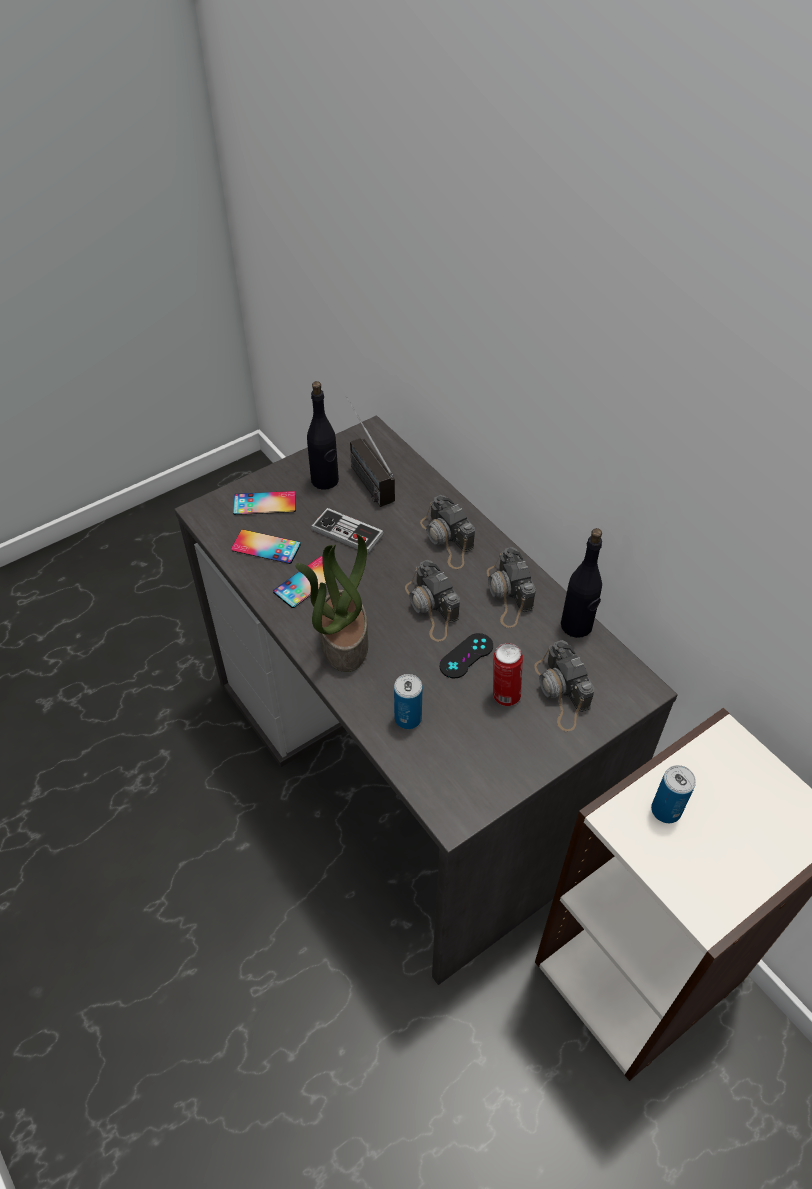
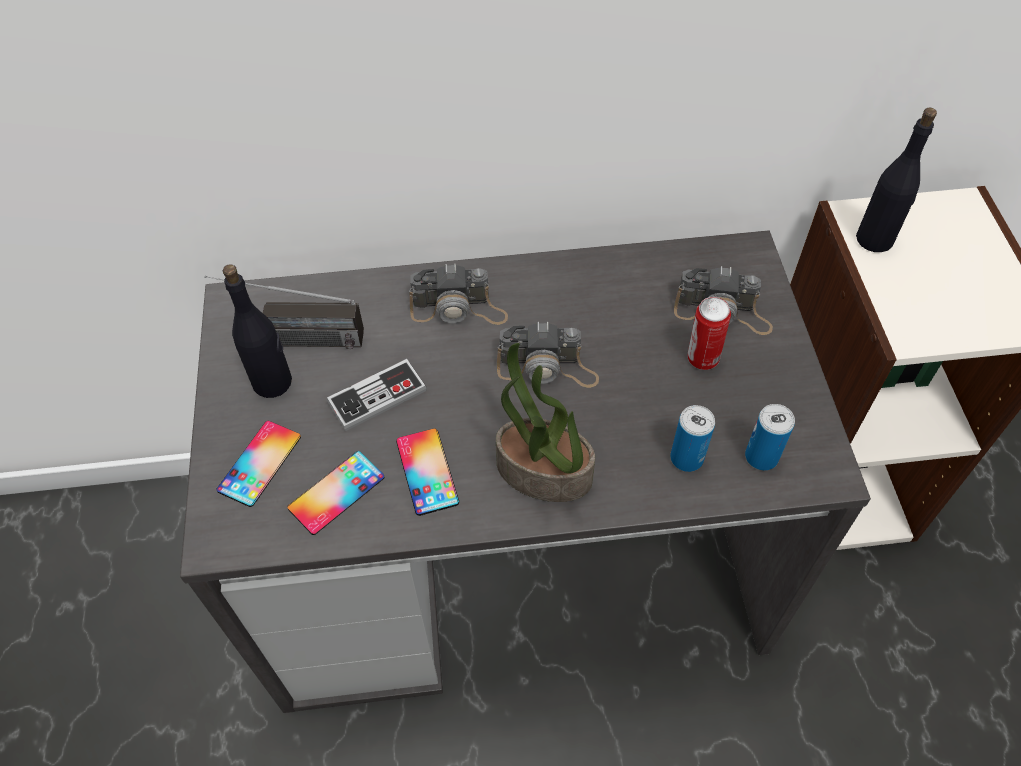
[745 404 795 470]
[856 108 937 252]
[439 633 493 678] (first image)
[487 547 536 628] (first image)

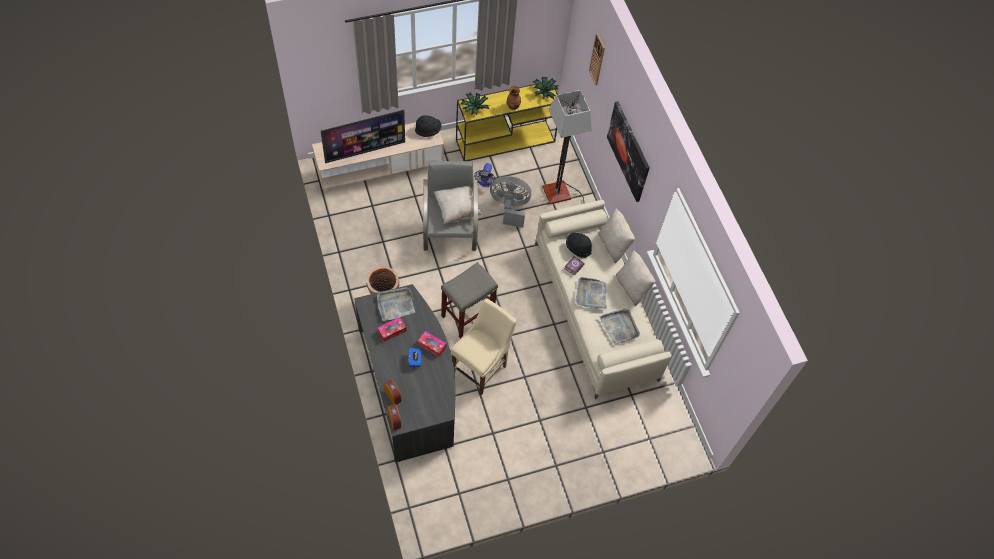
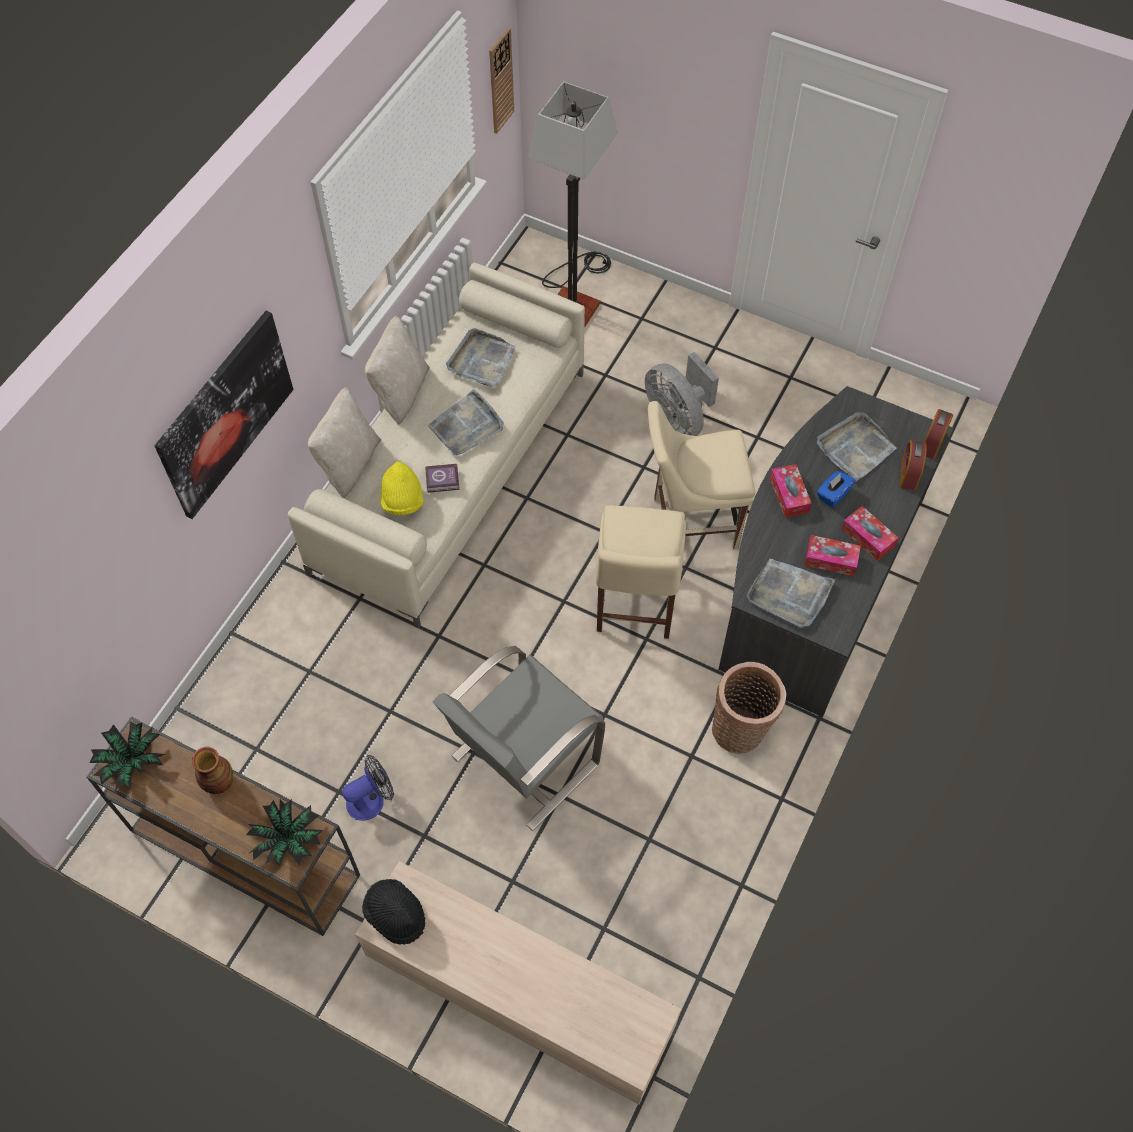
[87 717 360 936]
[380 461 424 515]
[489 28 514 134]
[528 81 618 328]
[596 505 686 639]
[645 352 719 436]
[817 412 897 481]
[841 506 898 561]
[321 110 405 163] (first image)
[434 186 482 224] (first image)

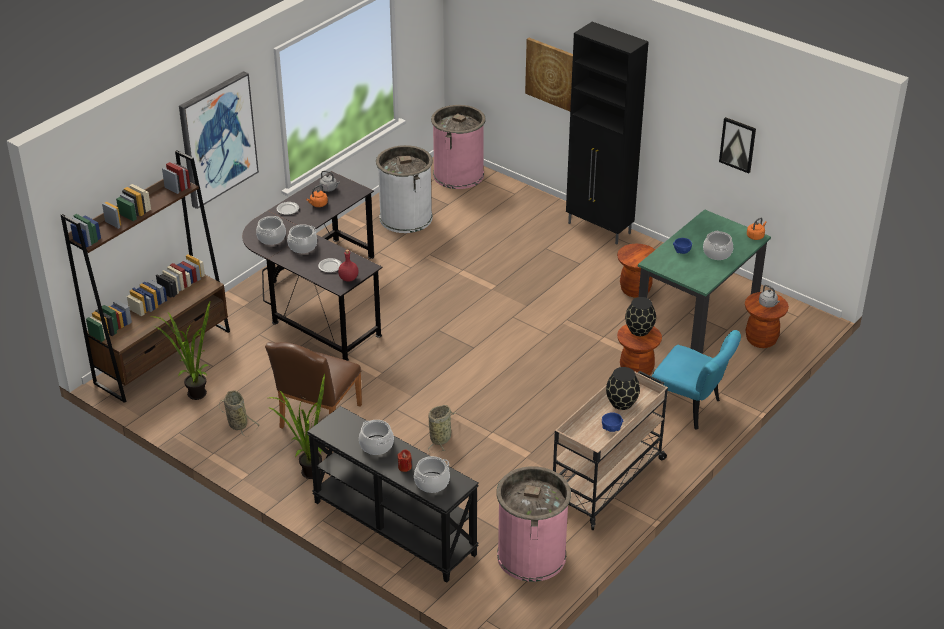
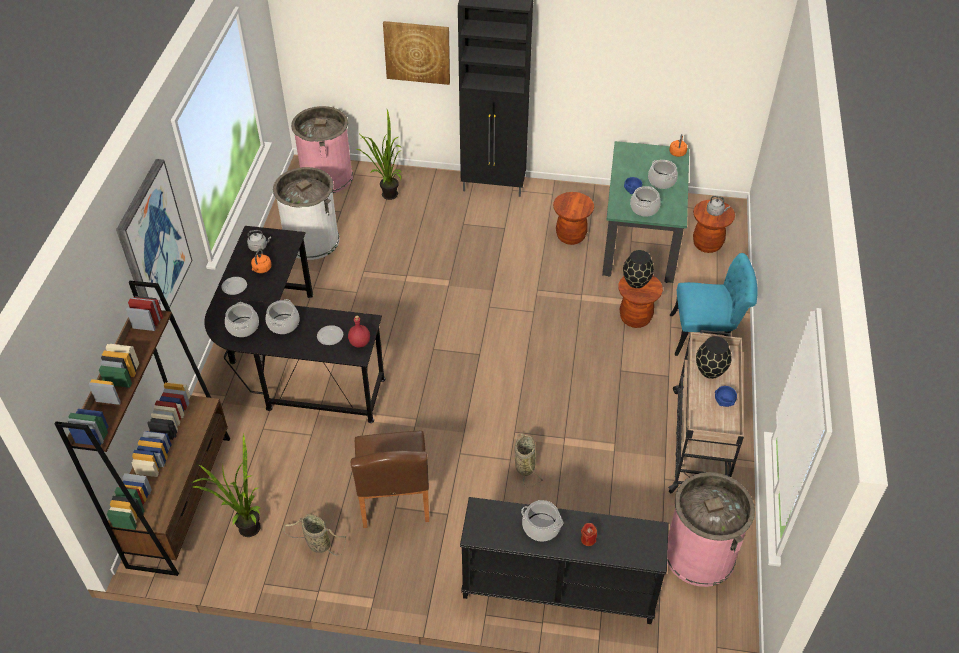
[357 109 402 200]
[630 186 661 217]
[719 117 756 173] (first image)

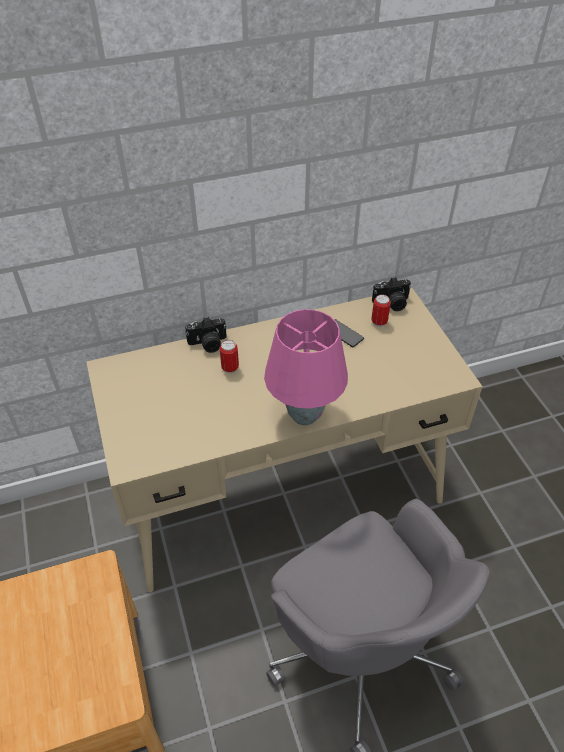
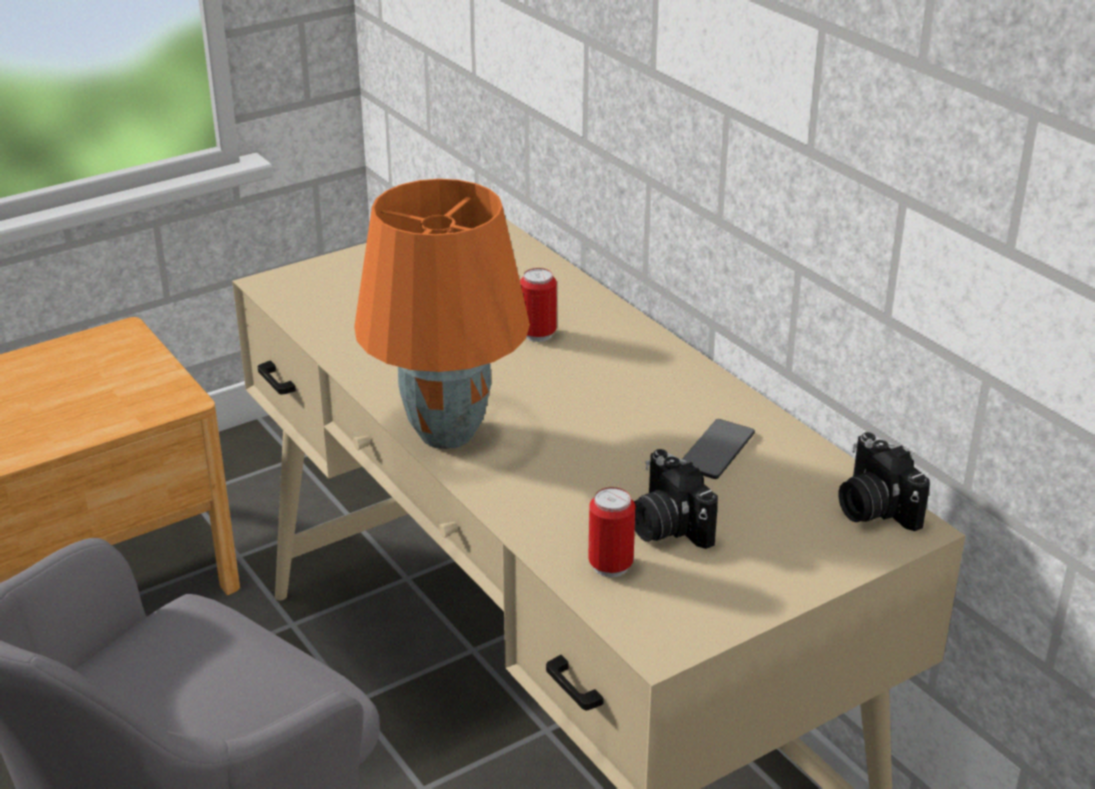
[354 179 530 449]
[588 487 635 578]
[634 449 718 549]

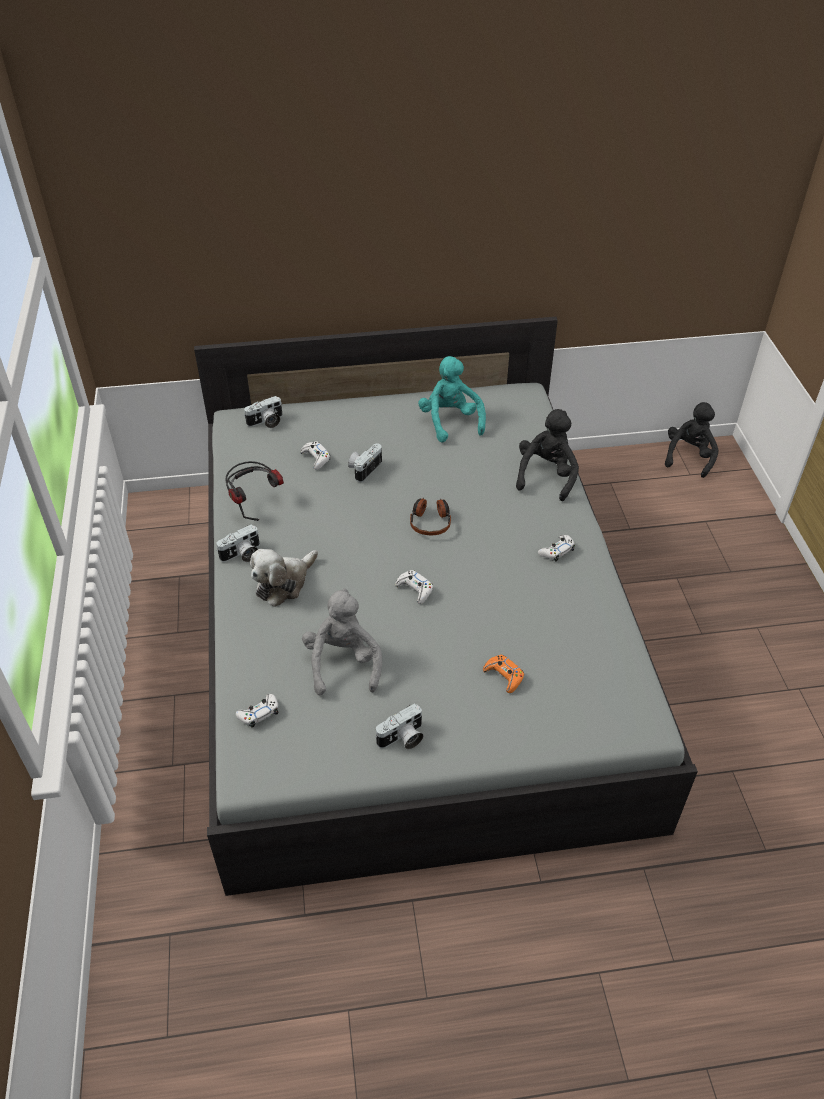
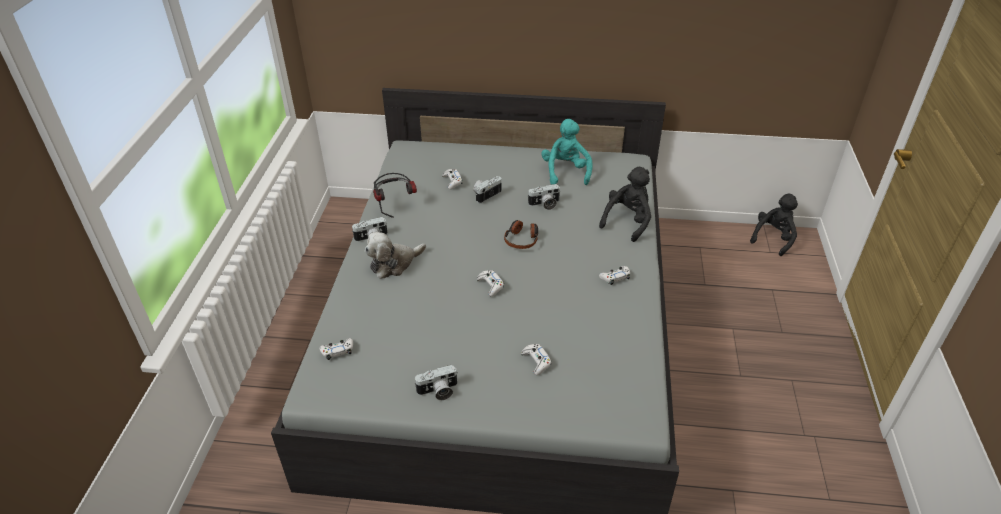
[521 344 552 375]
[527 184 561 210]
[302 588 382 696] (first image)

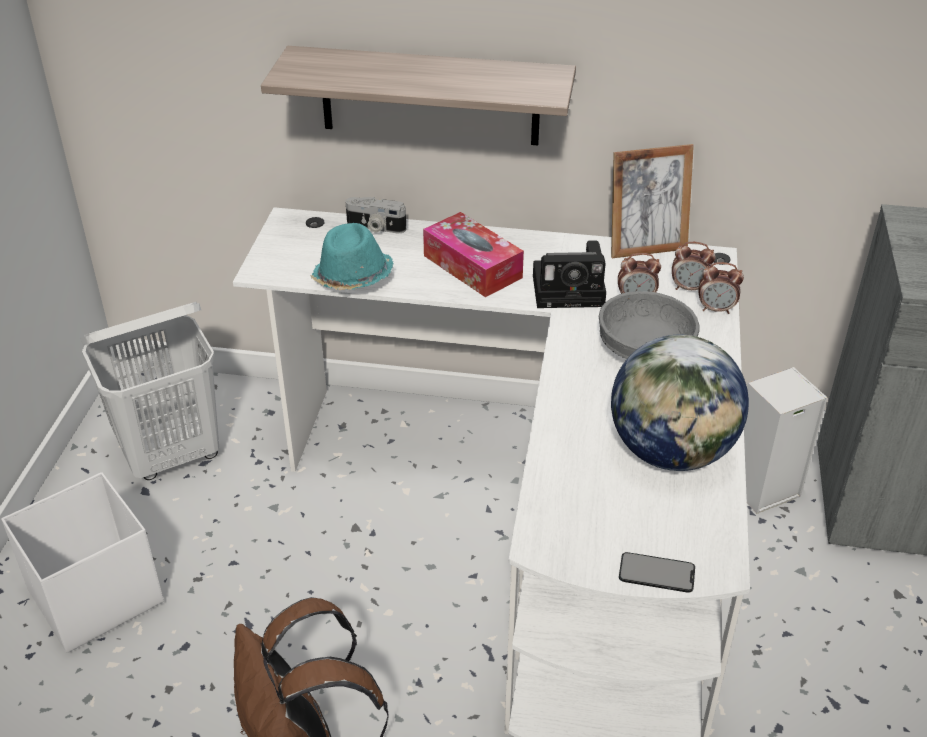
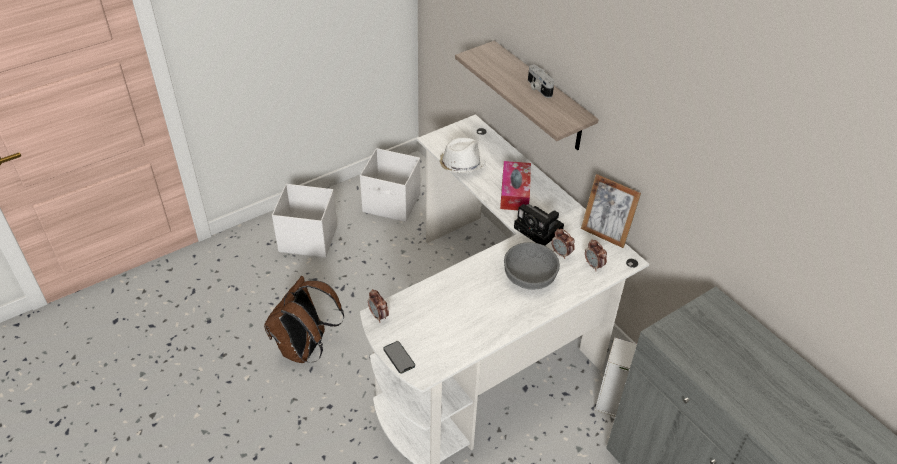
[360 148 420 222]
[368 289 389 322]
[439 137 486 173]
[528 65 554 98]
[611 334 749 471] (first image)

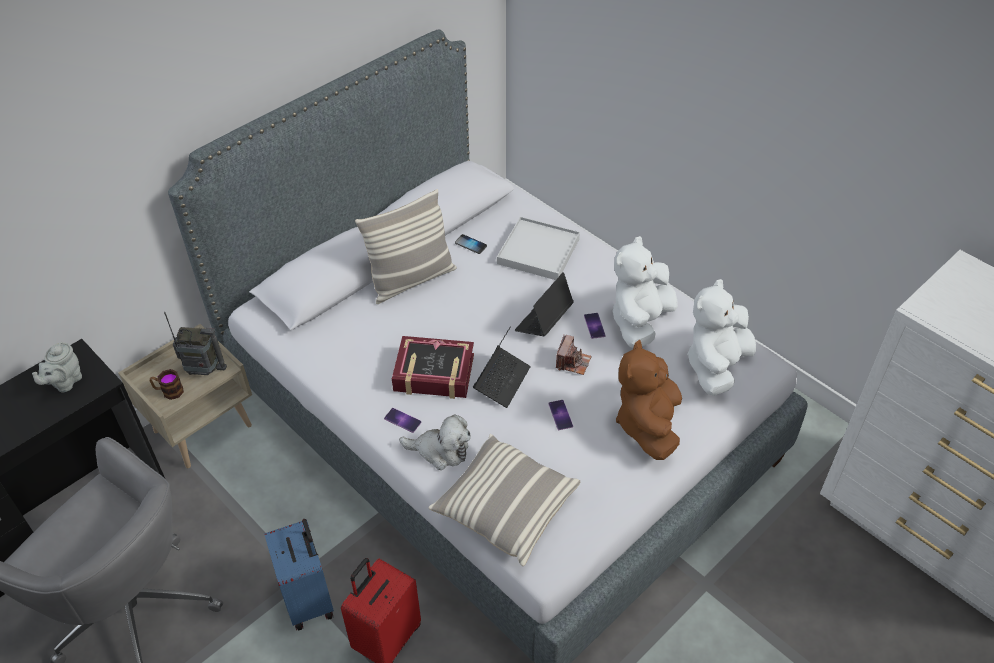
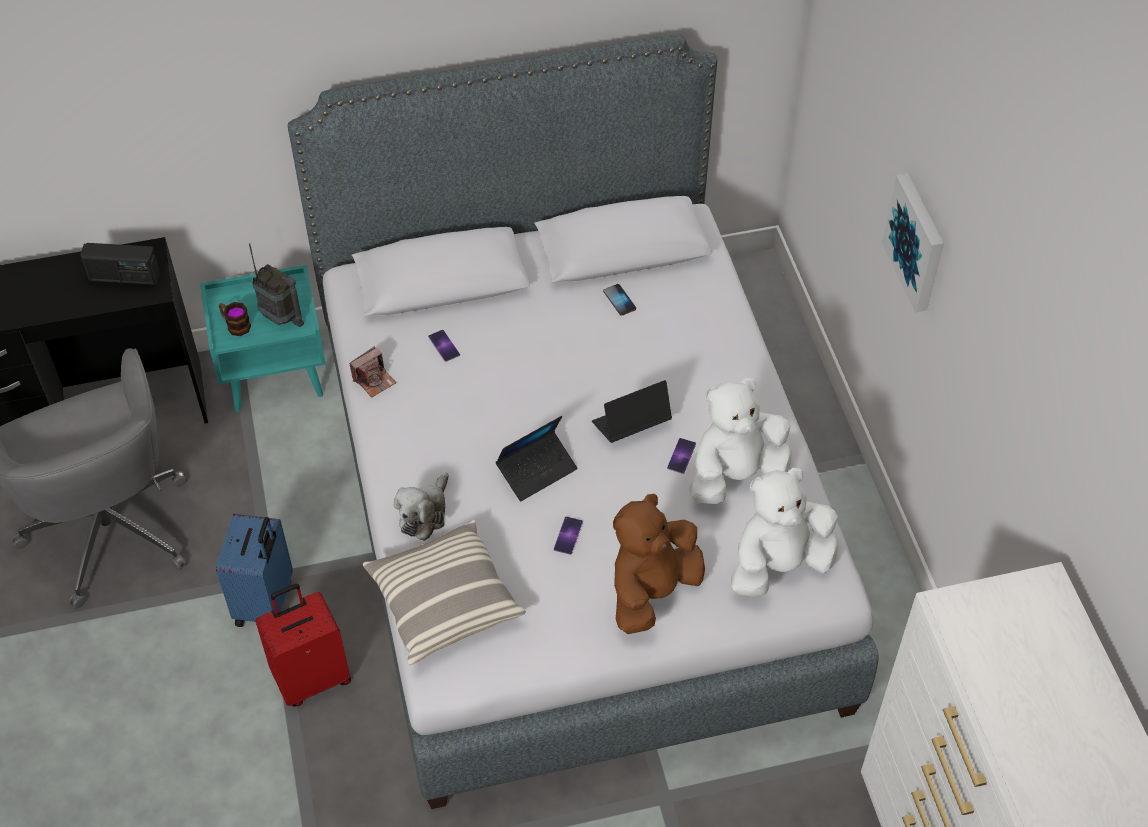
[80 243 160 285]
[200 265 326 412]
[349 346 396 397]
[394 472 449 541]
[428 330 460 362]
[882 173 944 312]
[355 189 457 304] (first image)
[392 336 474 399] (first image)
[497 217 580 280] (first image)

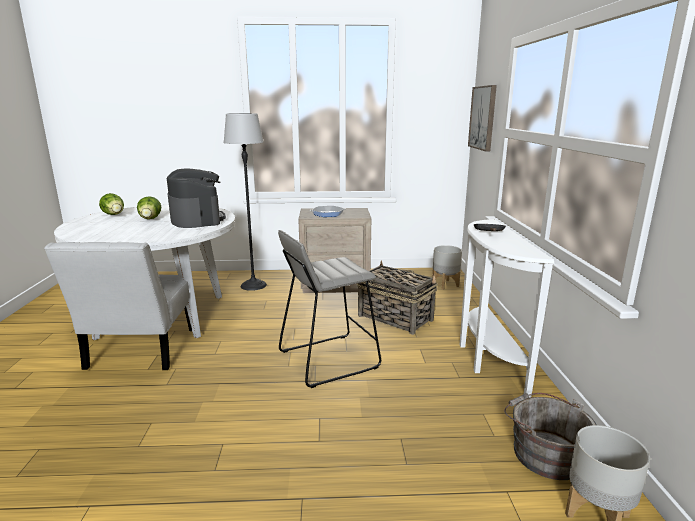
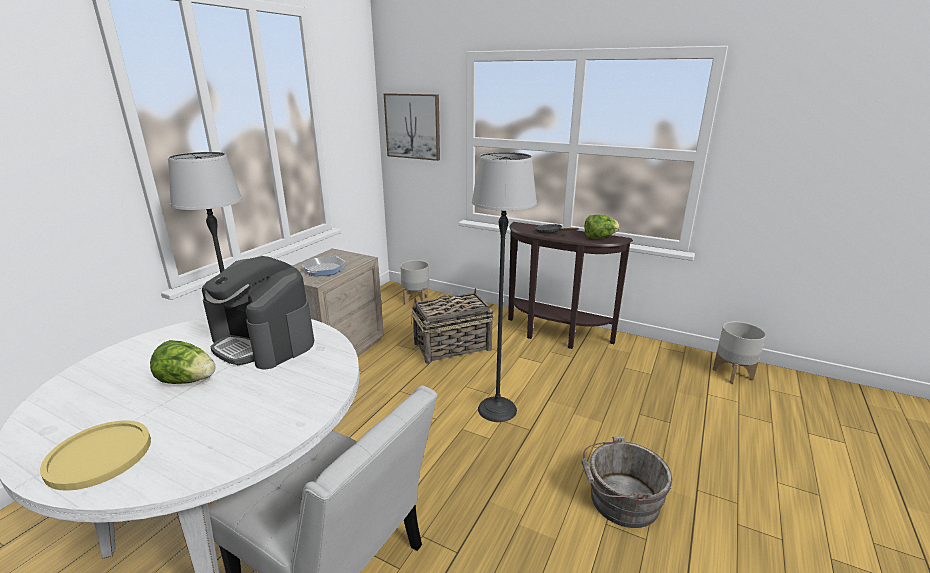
[40 420 151 491]
[202 256 314 369]
[472 152 537 422]
[508 222 633 349]
[581 436 672 528]
[585 215 620 239]

